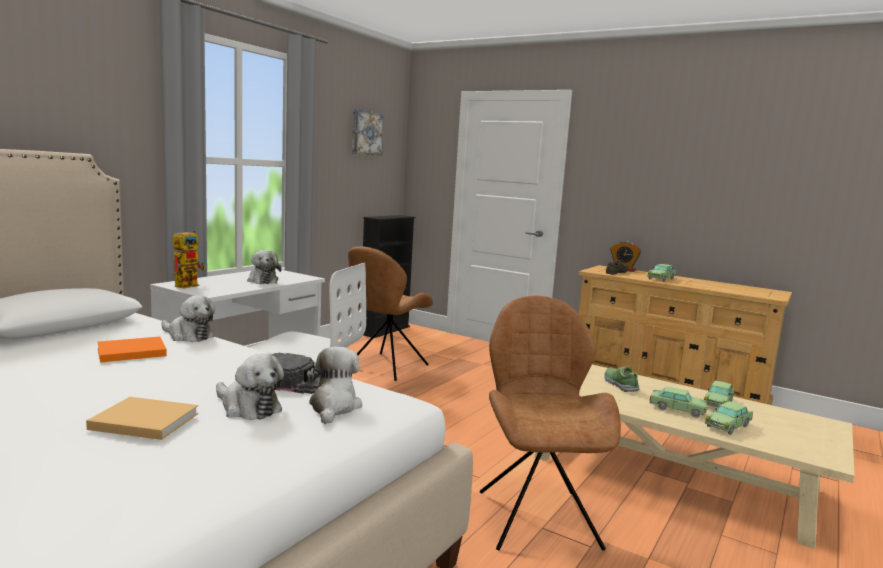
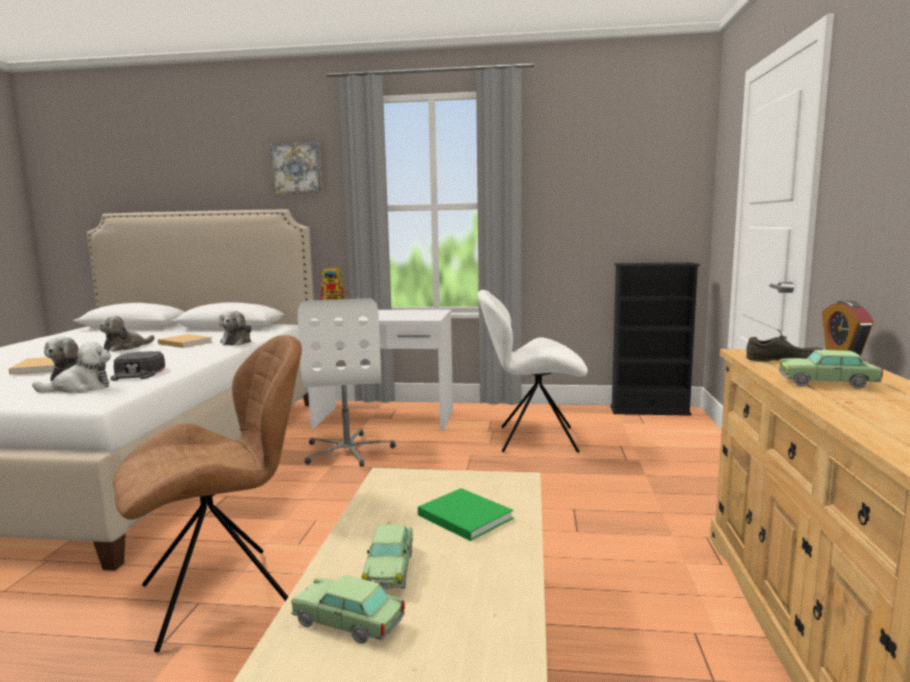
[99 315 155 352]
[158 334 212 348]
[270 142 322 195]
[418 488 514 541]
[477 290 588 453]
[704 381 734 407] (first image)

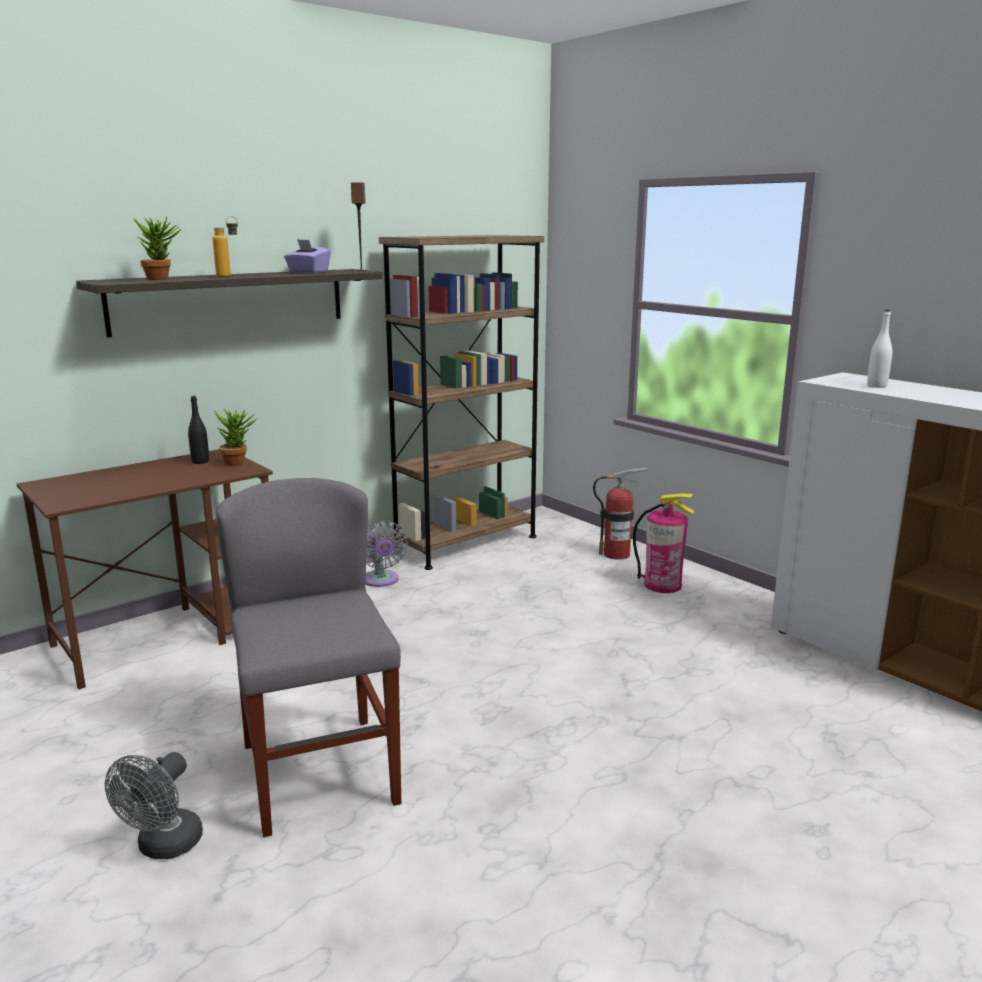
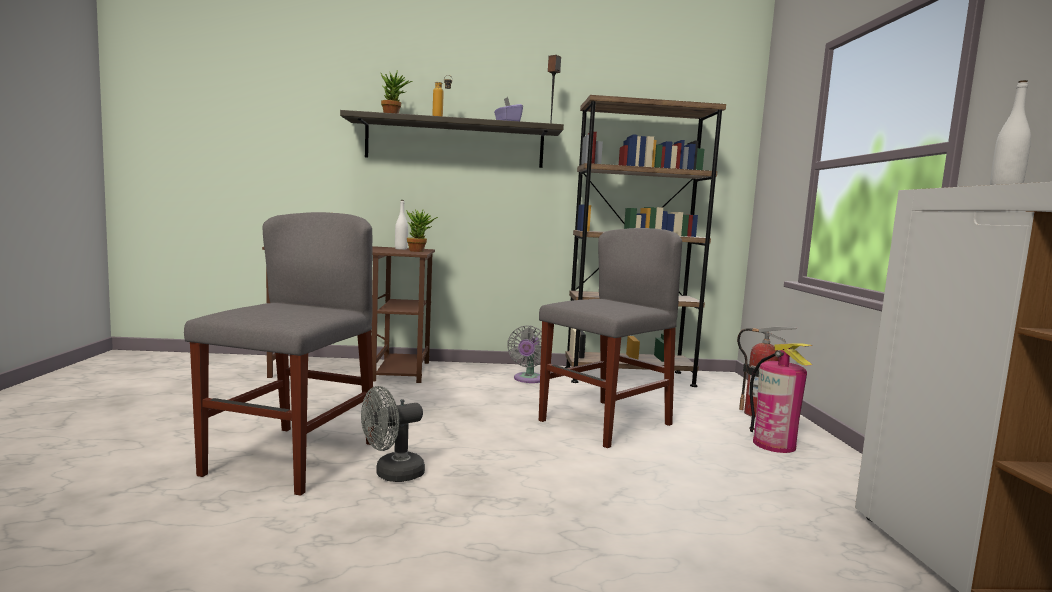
[361 386 425 482]
[395 200 408 250]
[539 228 682 448]

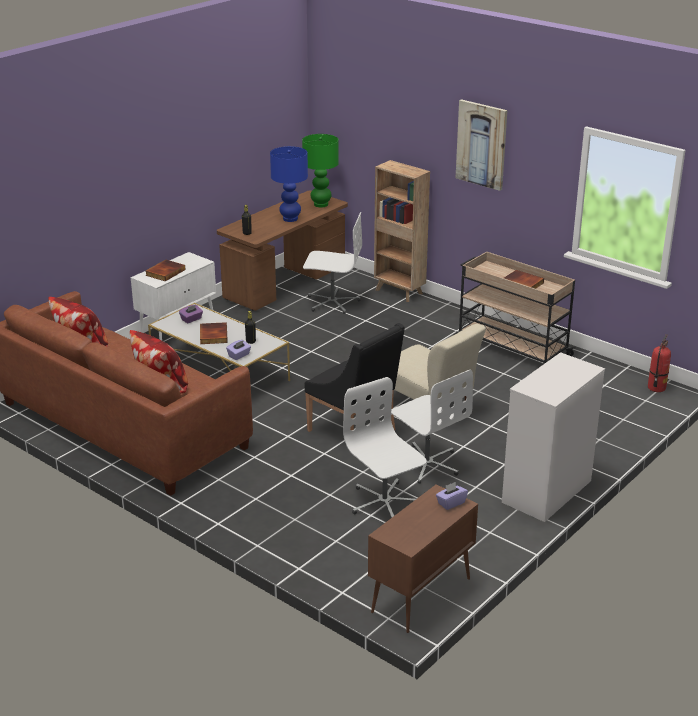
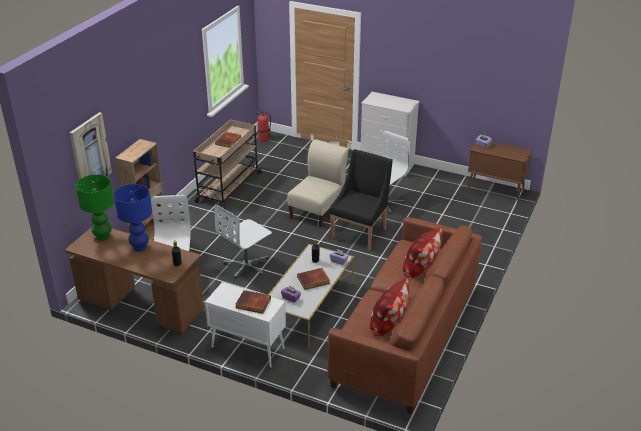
[70 112 112 179]
[215 204 272 278]

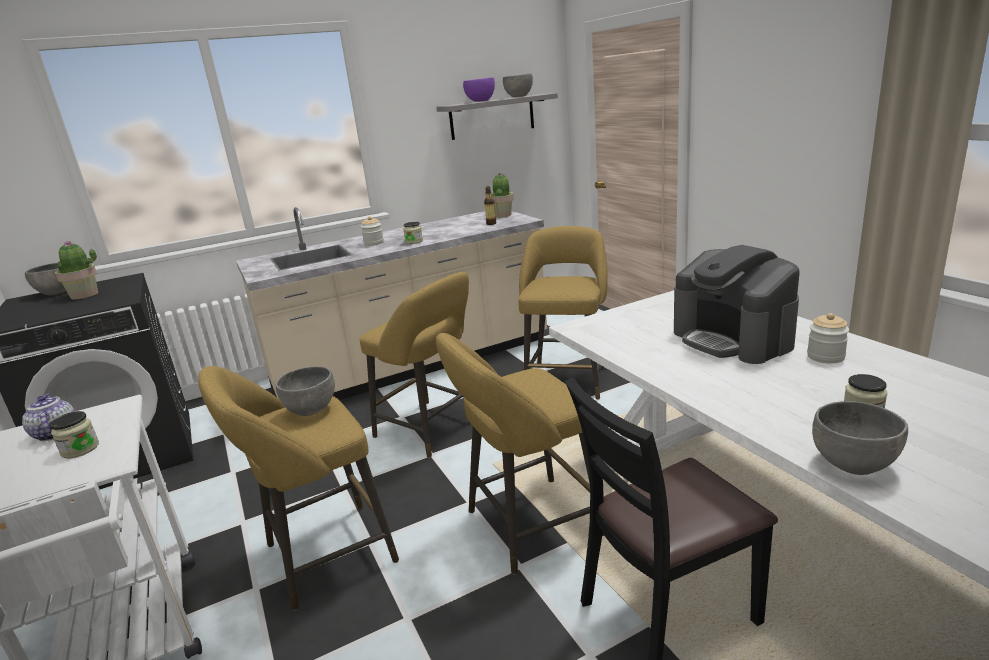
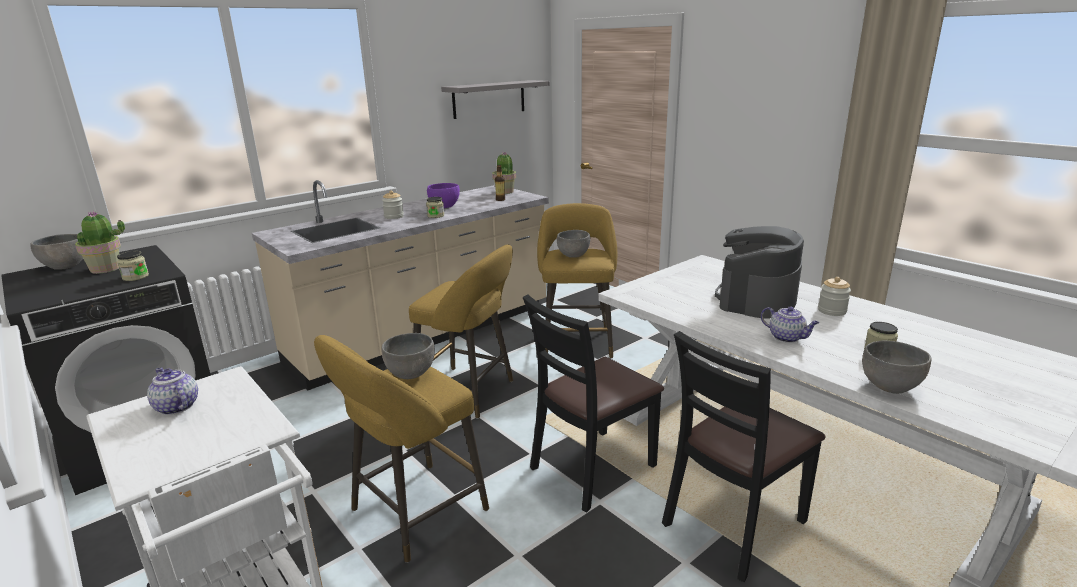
[117 251 149 281]
[427 183 460 208]
[523 294 664 512]
[557 230 590 258]
[715 226 804 319]
[761 306 819 343]

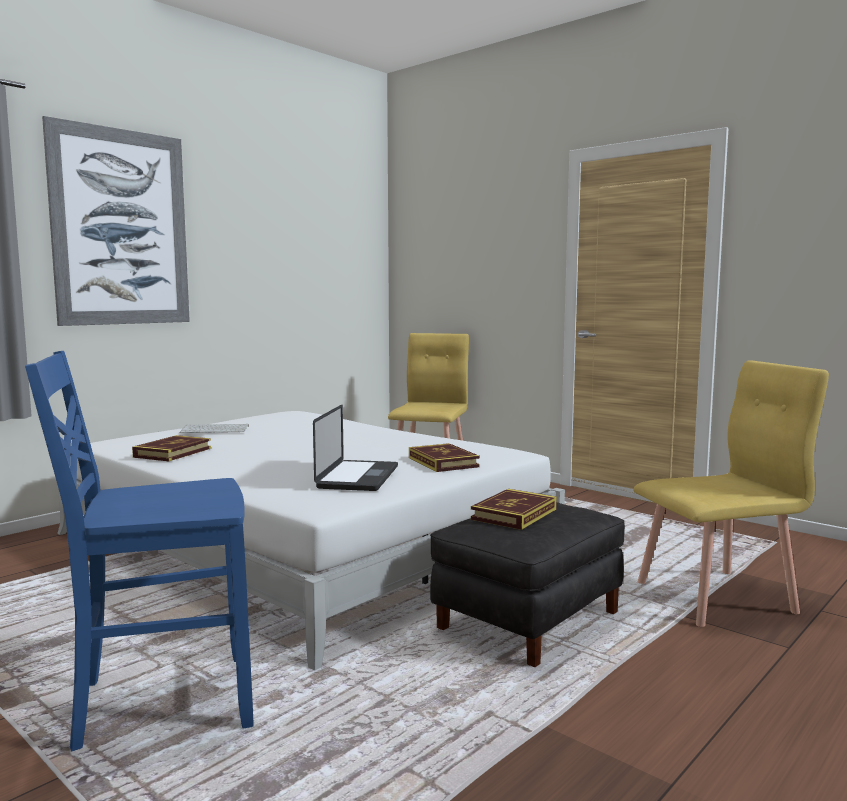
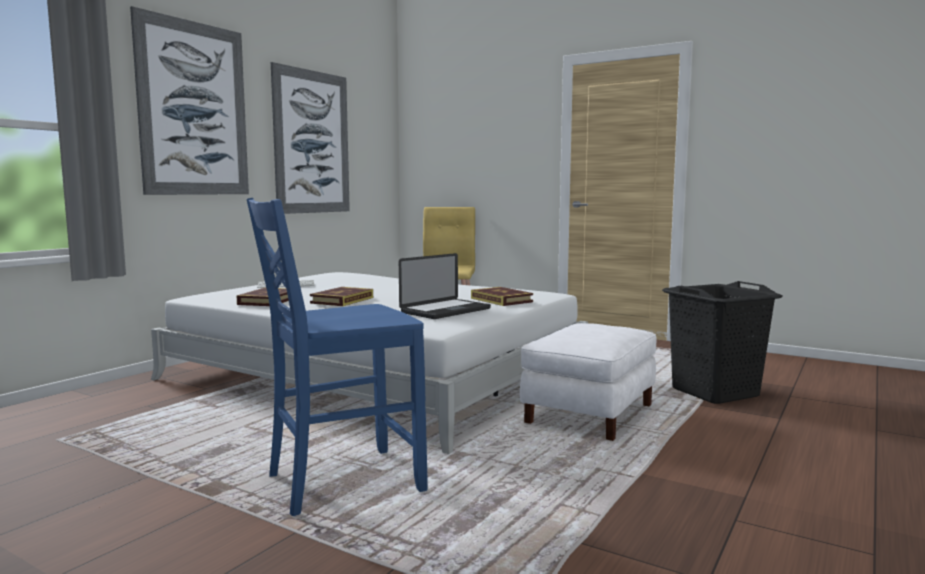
[271 62 350 214]
[310 287 373 306]
[399 253 491 319]
[520 323 657 441]
[662 281 783 404]

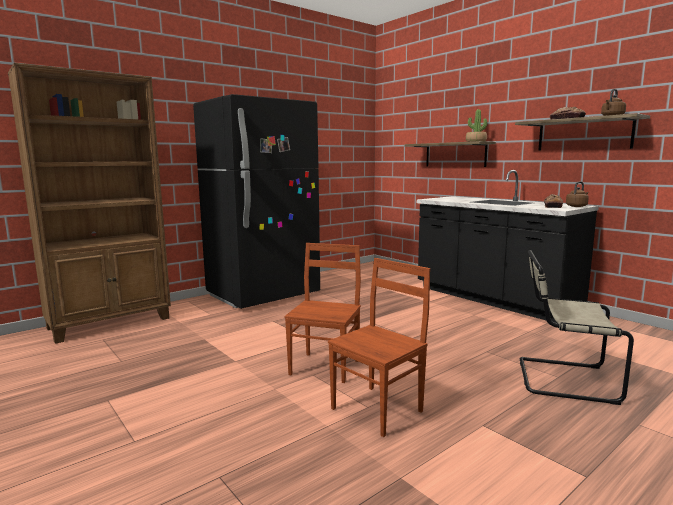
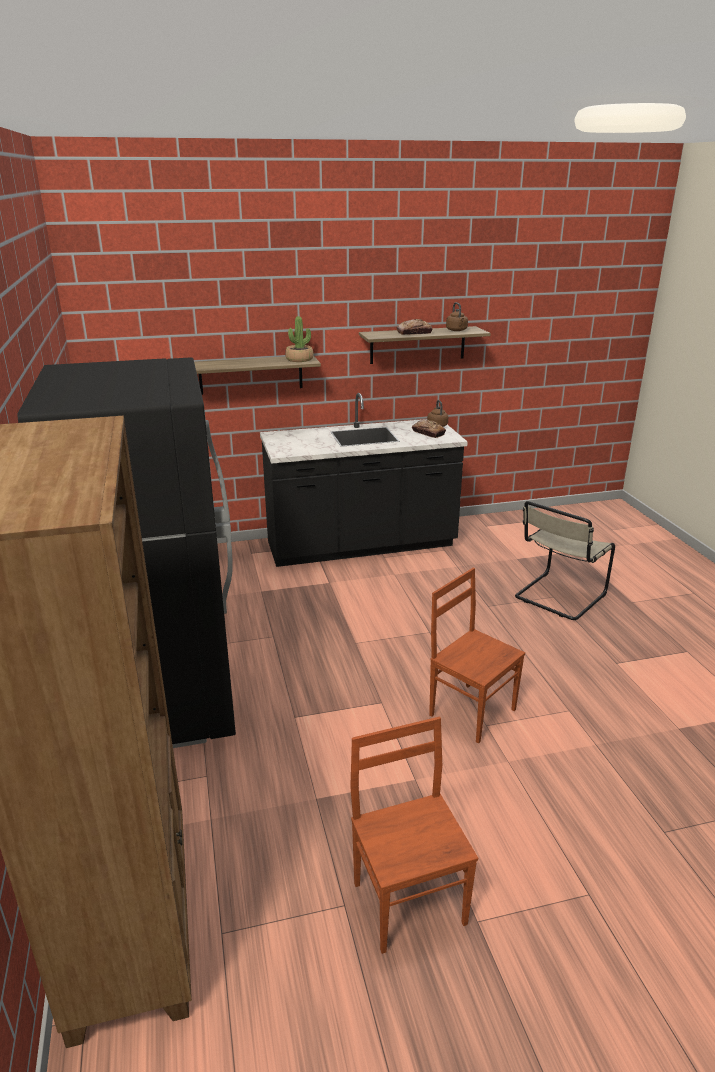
[350 717 478 954]

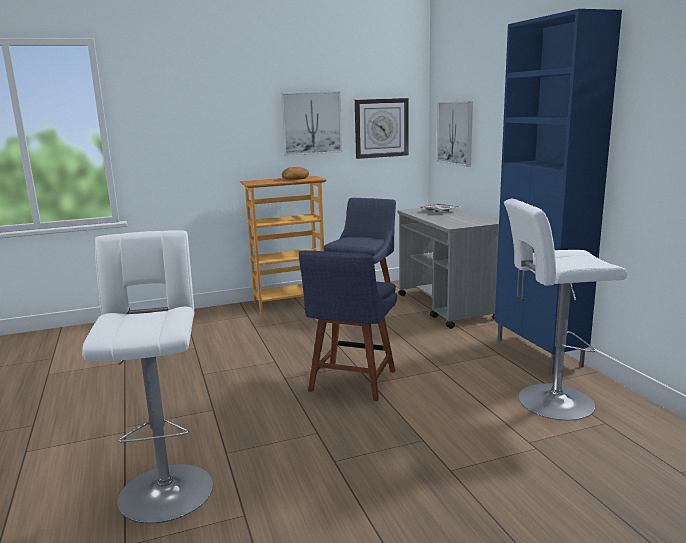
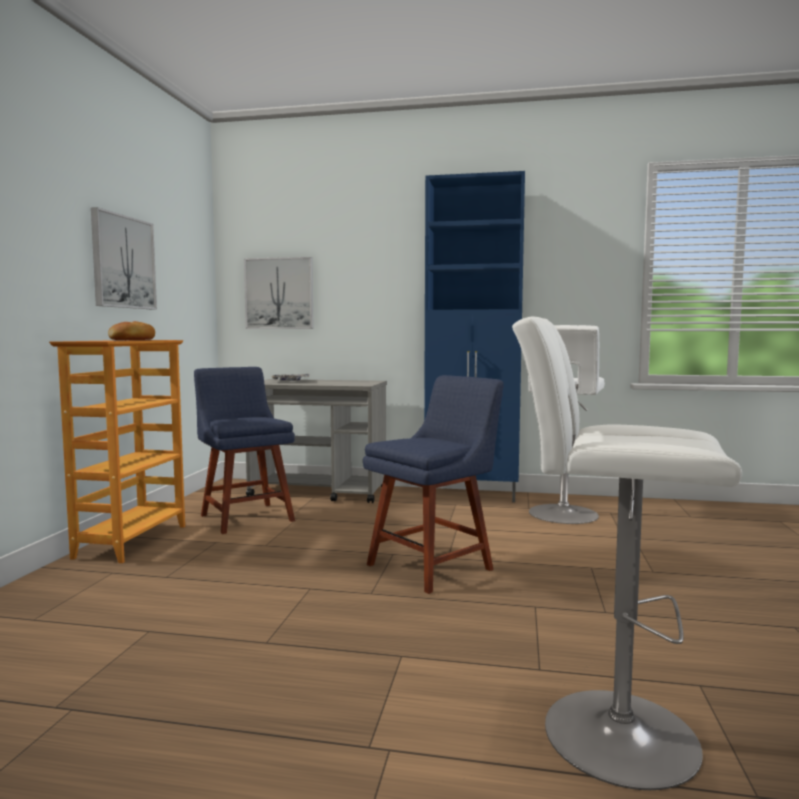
[363 375 504 594]
[355 98 409 159] (first image)

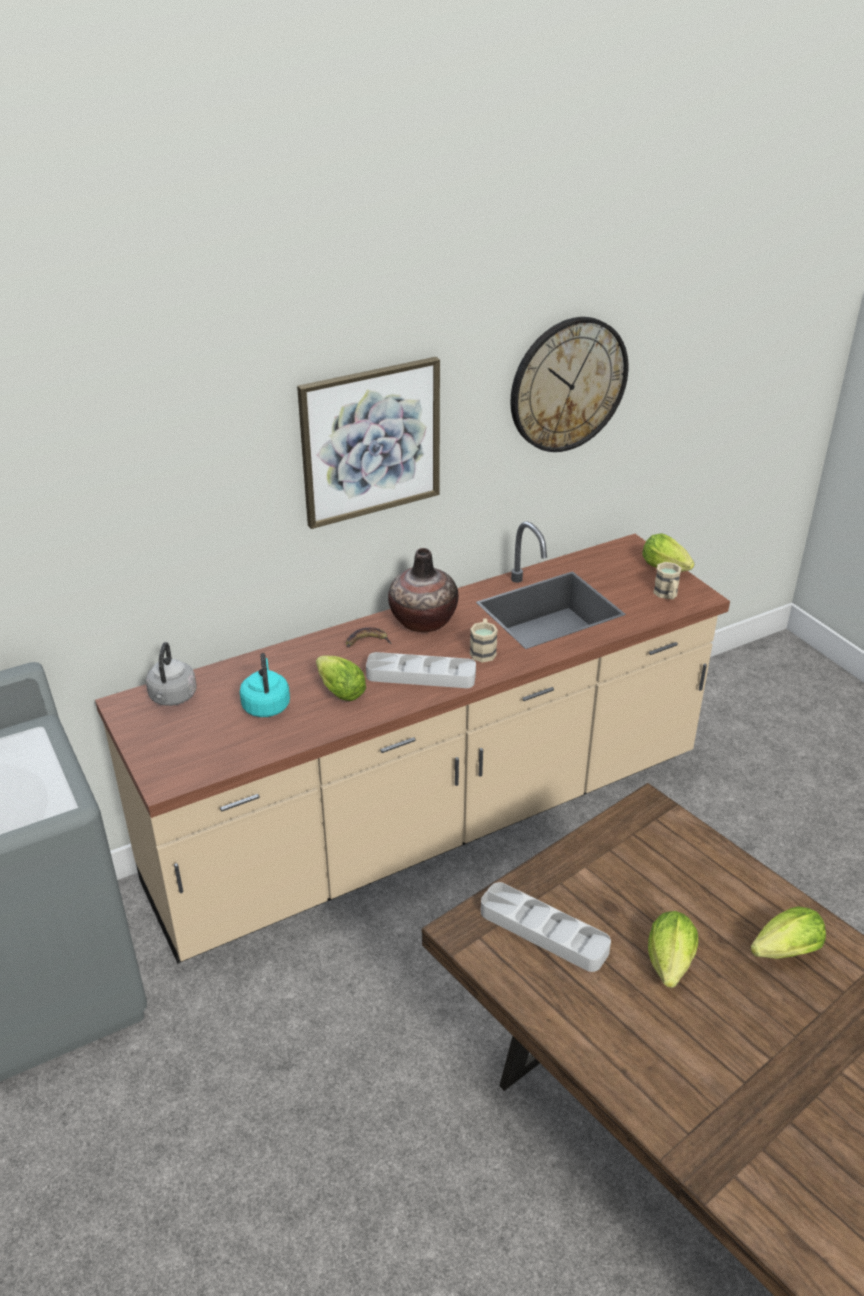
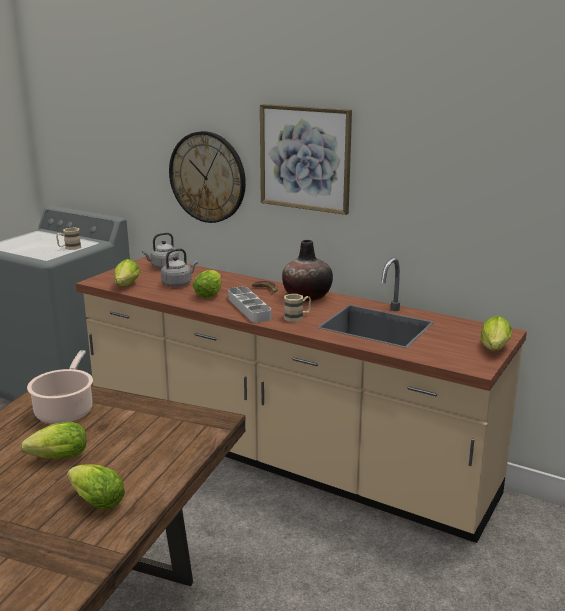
[27 350 93 424]
[56 228 81 250]
[114 259 140 286]
[161 248 198 287]
[169 131 246 223]

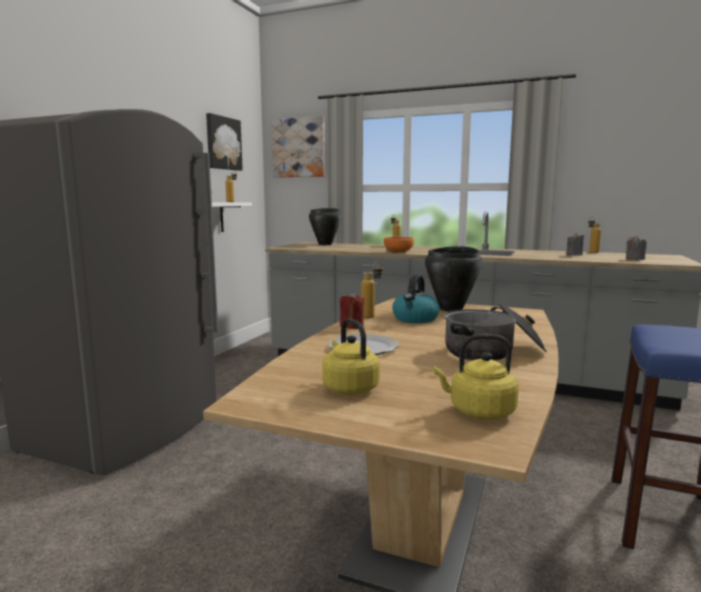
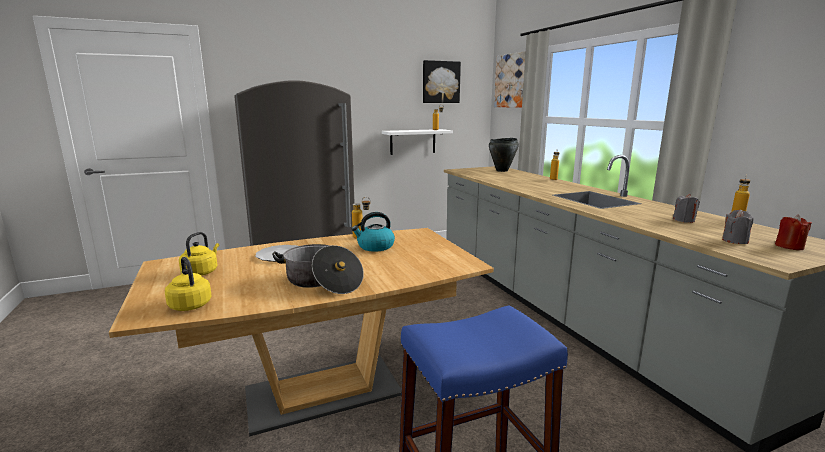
[775 215 812 250]
[384 237 414 252] (first image)
[425 246 482 312] (first image)

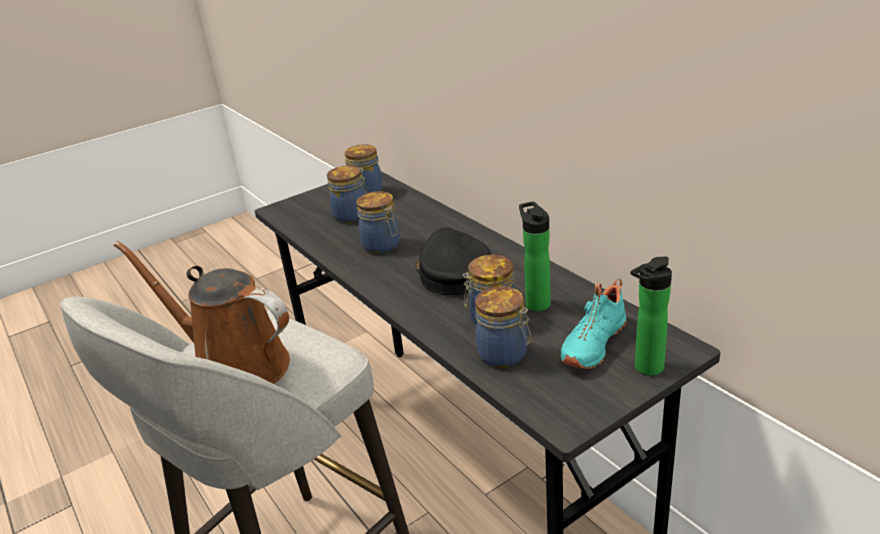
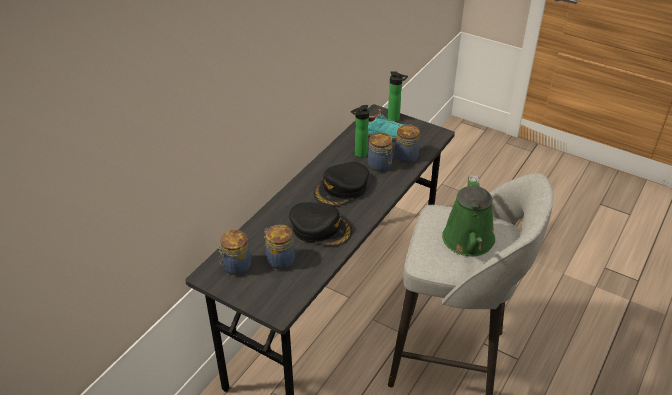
[289 202 352 246]
[442 175 495 256]

